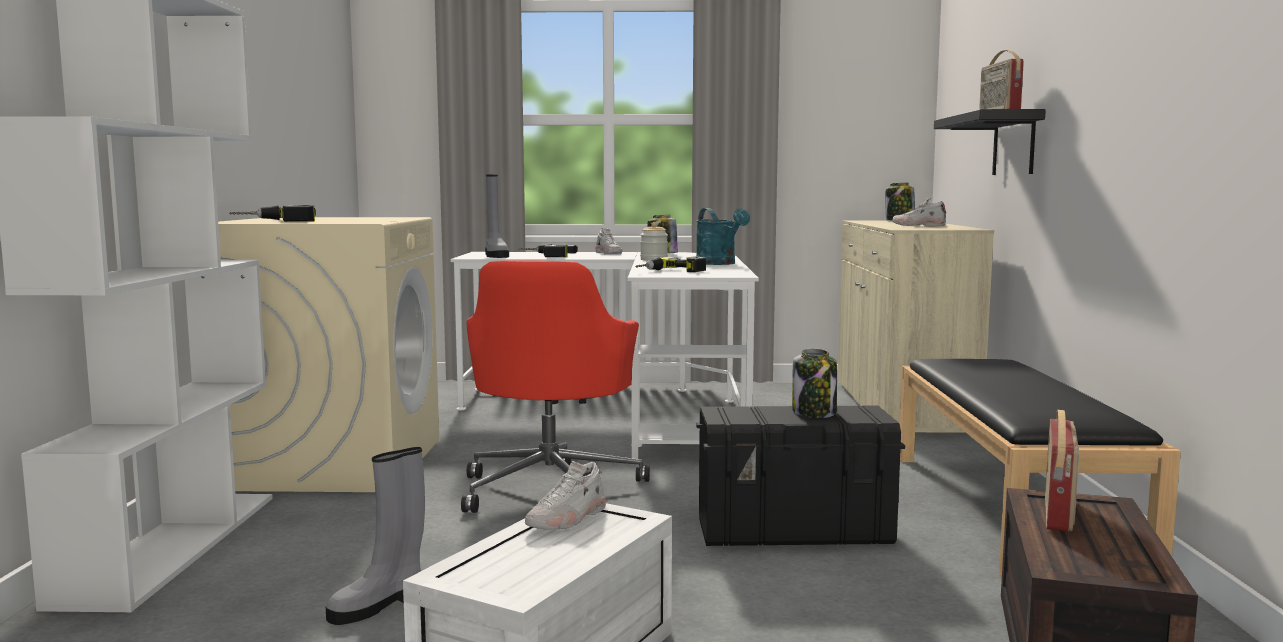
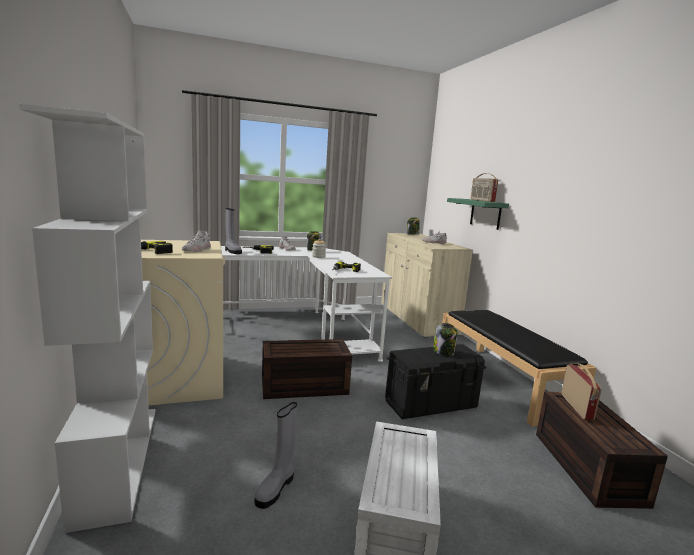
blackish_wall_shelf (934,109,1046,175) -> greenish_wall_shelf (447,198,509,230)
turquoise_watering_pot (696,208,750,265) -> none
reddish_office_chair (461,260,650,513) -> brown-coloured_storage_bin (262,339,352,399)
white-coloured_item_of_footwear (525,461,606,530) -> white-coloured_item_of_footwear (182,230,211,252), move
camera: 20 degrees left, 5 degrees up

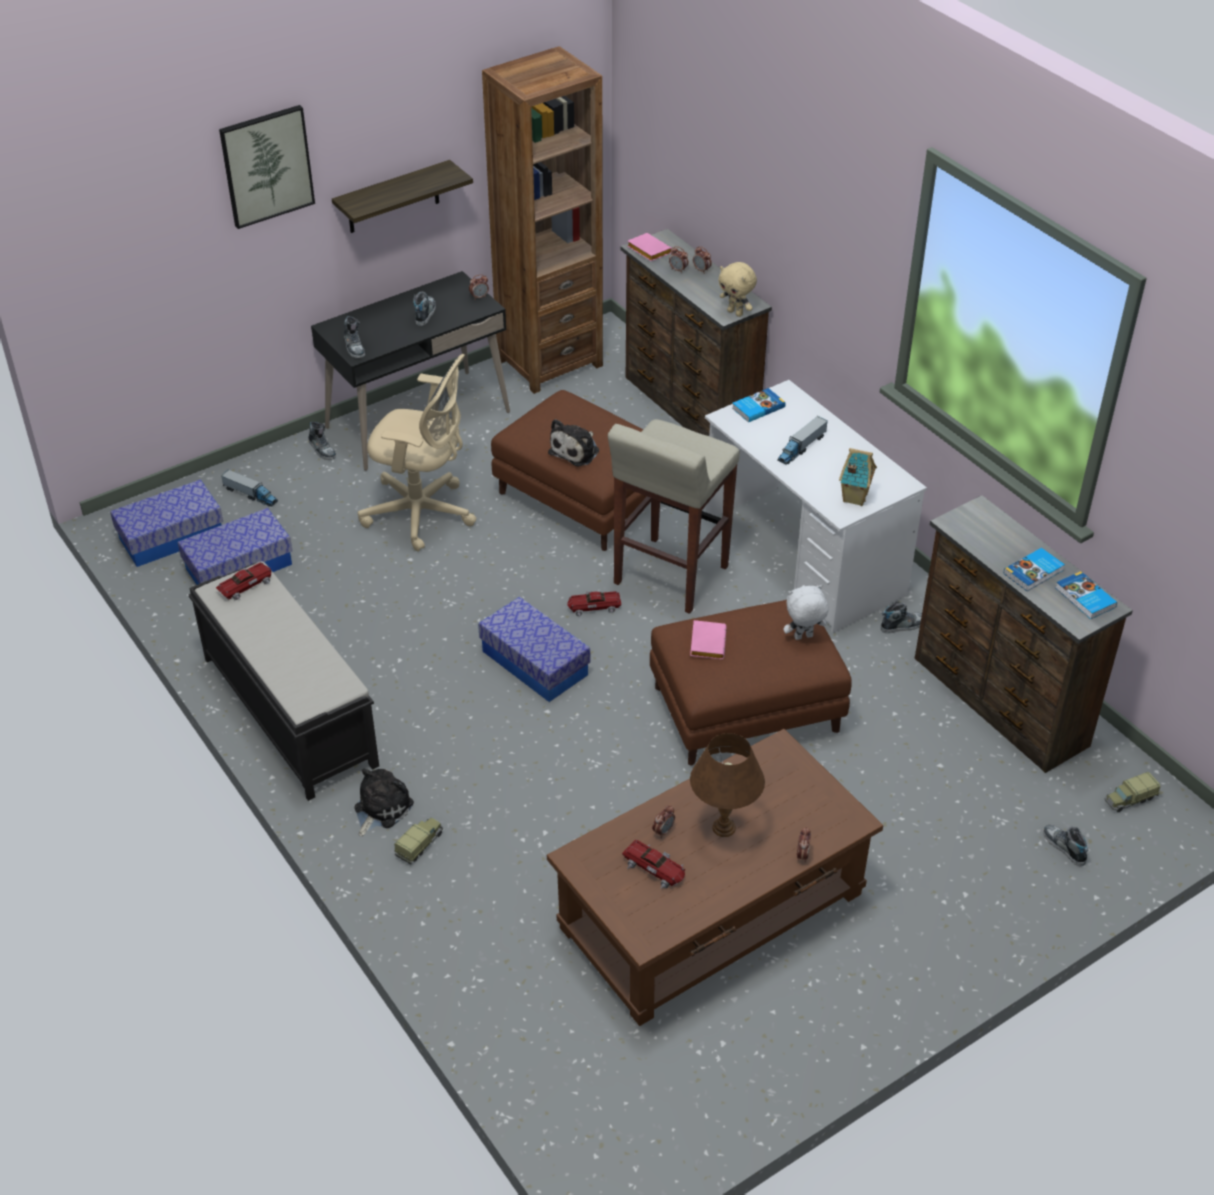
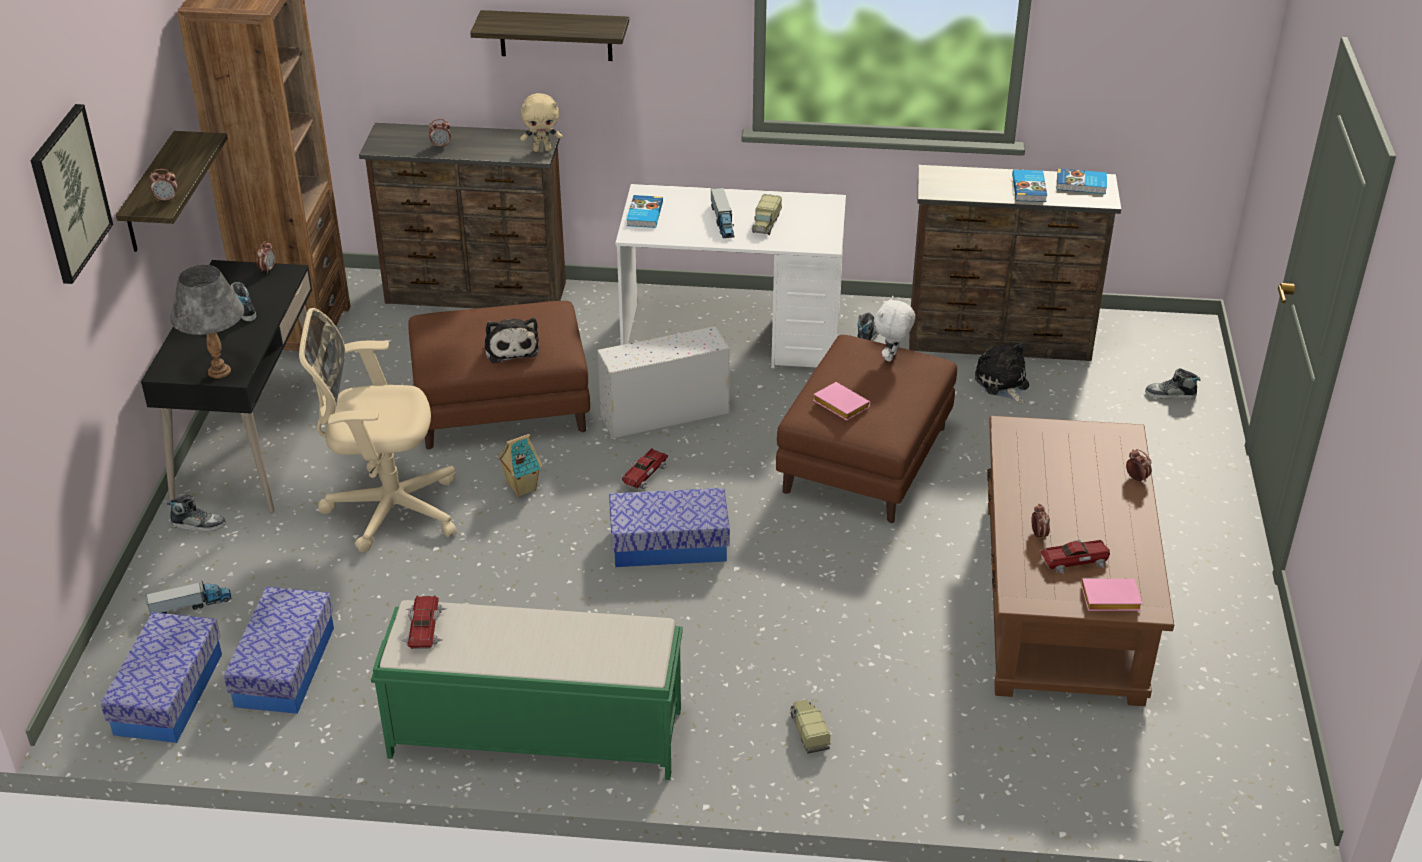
pink_bound_book (627,233,672,261) -> pink_bound_book (1082,578,1142,611), move
alarm_clock (693,246,712,274) -> alarm_clock (150,169,177,202), move
item_of_footwear (344,316,365,358) -> greyish_tabletop_lamp (170,265,244,378)
beige_office_chair (358,354,477,552) -> beige_office_chair (299,308,457,552), 150 degrees counterclockwise
beige_sitting_stool (608,419,740,614) -> white-coloured_storage_bin (598,326,730,439)
toy_house (839,448,877,506) -> toy_house (498,434,542,497), move
blackish_bench (188,561,379,801) -> greenish_bench (371,600,683,780)
brown-coloured_tabletop_lamp (690,733,765,837) -> none
cuddly_toy (354,769,414,837) -> cuddly_toy (975,342,1029,404), move
toy_truck (1105,772,1161,812) -> toy_truck (752,194,782,235), move
none -> wall_shelf (470,10,629,61)
camera: 50 degrees left, 5 degrees down

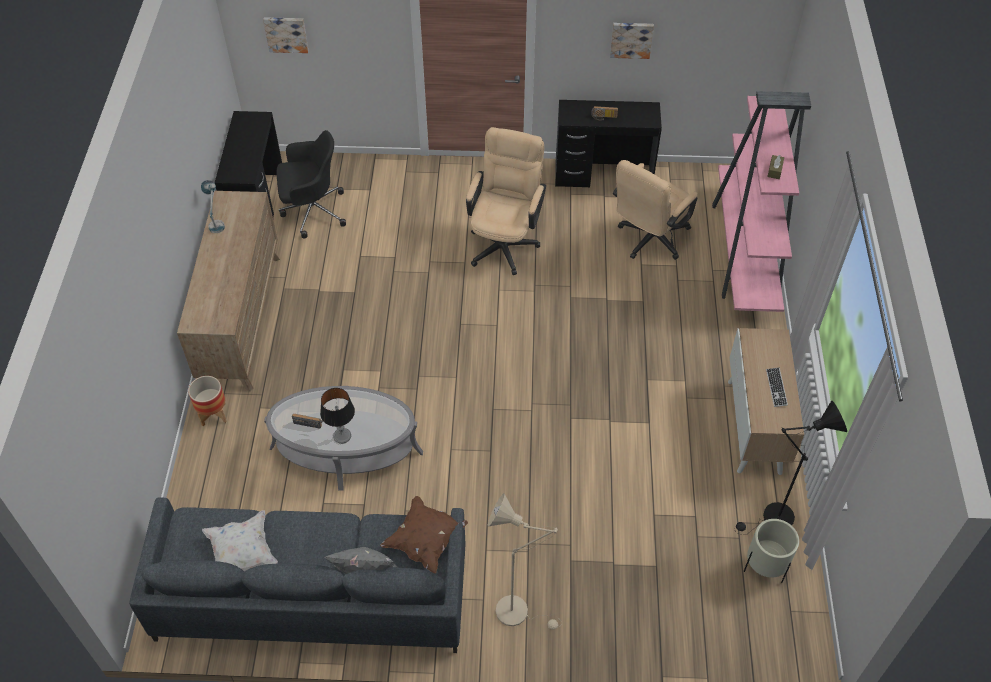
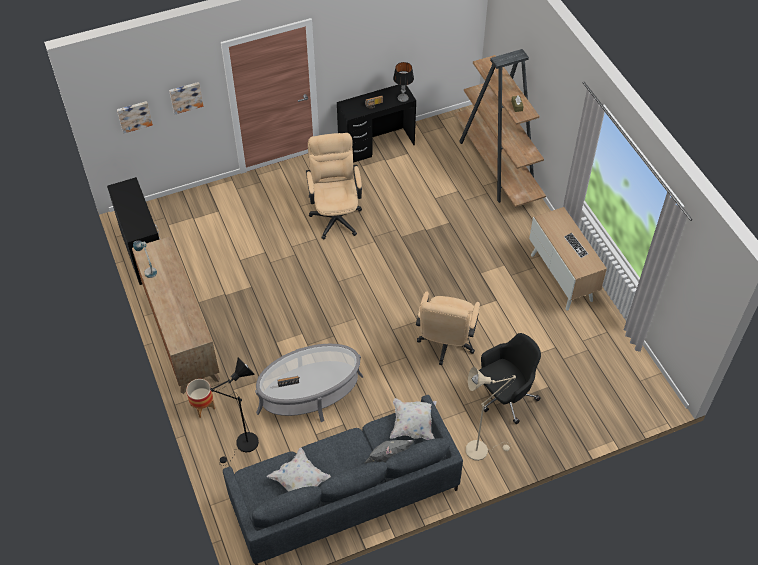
picture (610,23,654,59) -> picture (169,82,203,114), move
pink_shelving_unit (712,91,811,312) -> brown-coloured_shelving_unit (454,49,546,207)
blackish_office_chair (276,130,346,238) -> blackish_office_chair (479,333,541,424), move
beige_office_chair (613,160,698,260) -> beige_office_chair (416,291,480,365), move
tabletop_lamp (320,388,355,444) -> tabletop_lamp (393,62,414,102), move
blackish_standard_lamp (734,400,847,535) -> blackish_standard_lamp (210,358,259,466), move
brown-coloured_throw_pillow (380,496,468,574) -> white-coloured_throw_pillow (390,398,437,440)
beige_plant_pot (744,519,799,583) -> none
camera: 25 degrees left, 0 degrees up

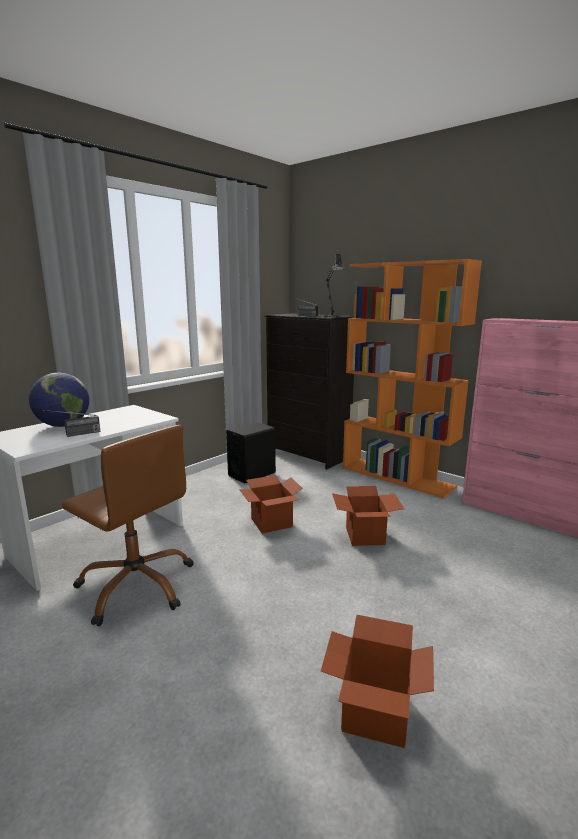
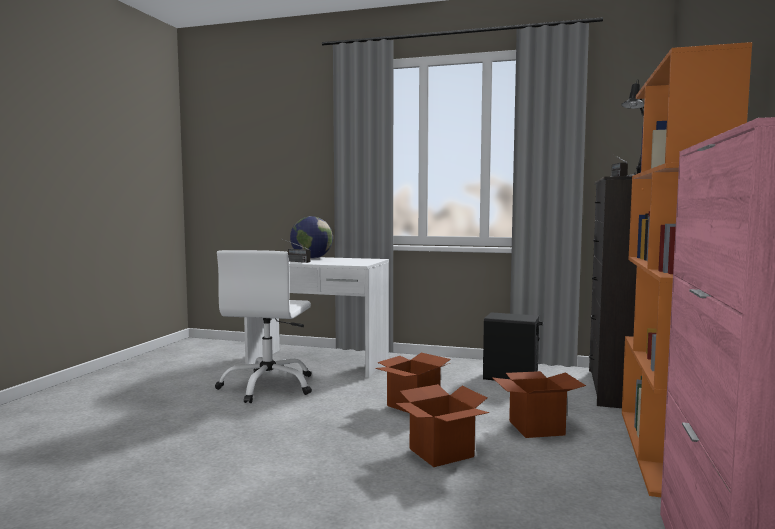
brown-coloured_office_chair (62,425,194,626) -> white-coloured_office_chair (215,250,312,403)
cardboard_box (321,615,434,748) -> cardboard_box (493,371,586,438), move
camera: 65 degrees right, 10 degrees down

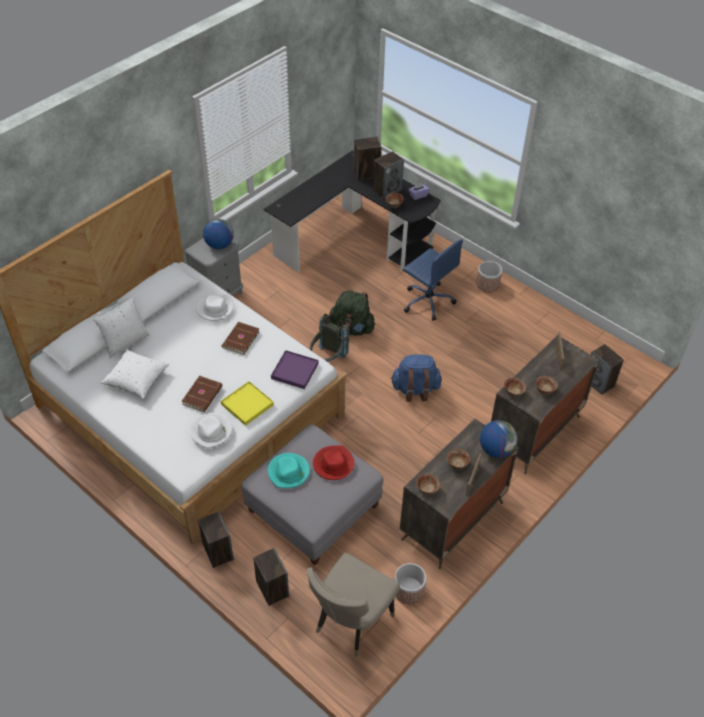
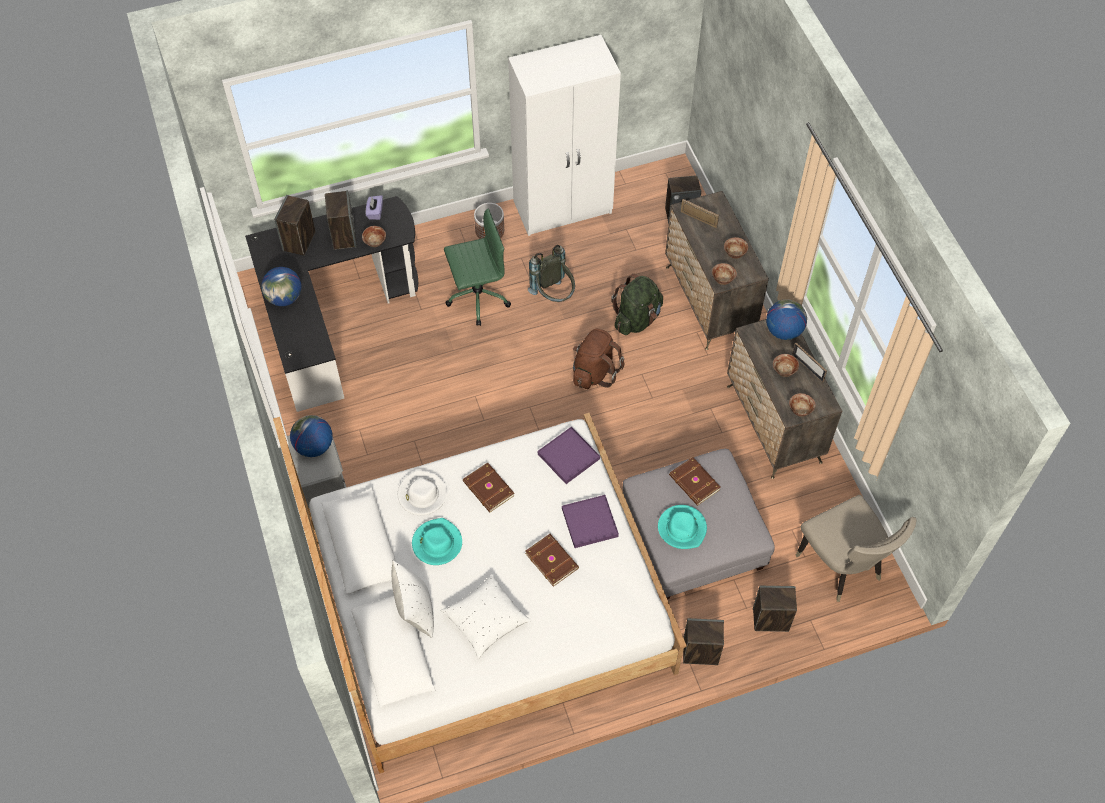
bluish_office_chair (403,239,463,321) -> greenish_office_chair (444,208,511,326)
greenish_backpack (329,290,376,336) -> greenish_backpack (611,274,663,335), move
greyish_backpack (310,314,349,362) -> greyish_backpack (528,245,575,302), move
bluish_backpack (391,355,442,402) -> brown-coloured_backpack (573,328,624,389)
yellowish_tray (221,381,274,426) -> purple_tray (562,495,619,548)
white-coloured_hat (190,413,232,449) -> none
reddish_hat (313,445,354,480) -> brown-coloured_bound_book (669,457,721,506)
plant_pot (395,563,426,604) -> none
none -> white-coloured_wardrobe (508,35,621,236)
none -> globe (261,267,302,306)
none -> turquoise_hat (412,518,462,565)
camera: 60 degrees left, 10 degrees up

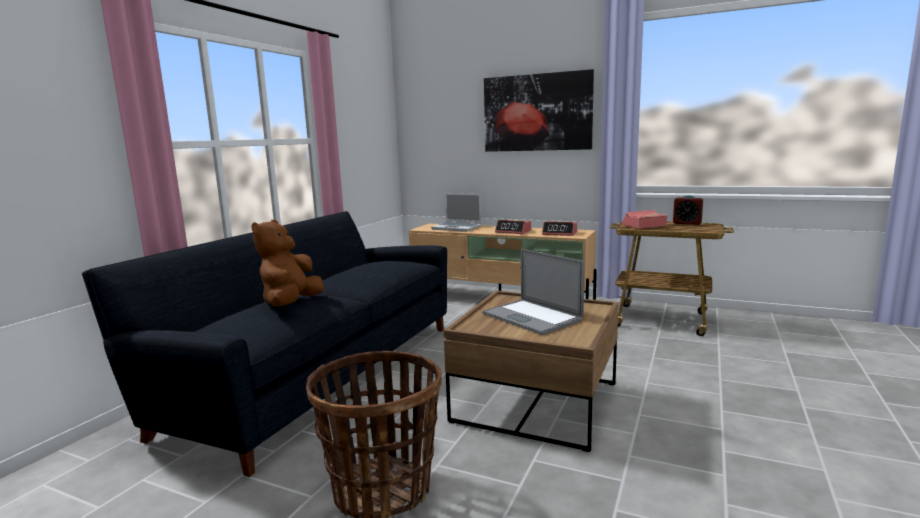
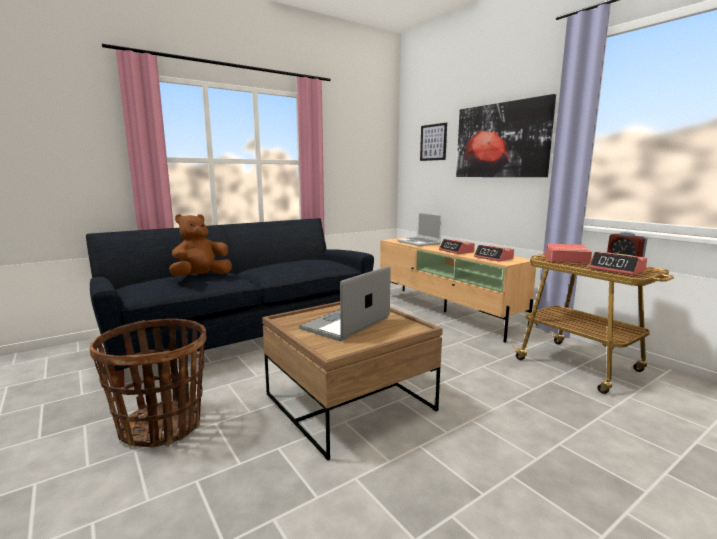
laptop (482,249,585,335) -> laptop (299,266,391,341), 45 degrees clockwise
none -> picture (420,123,447,161)
none -> alarm_clock (589,252,647,275)
camera: 30 degrees right, 0 degrees up

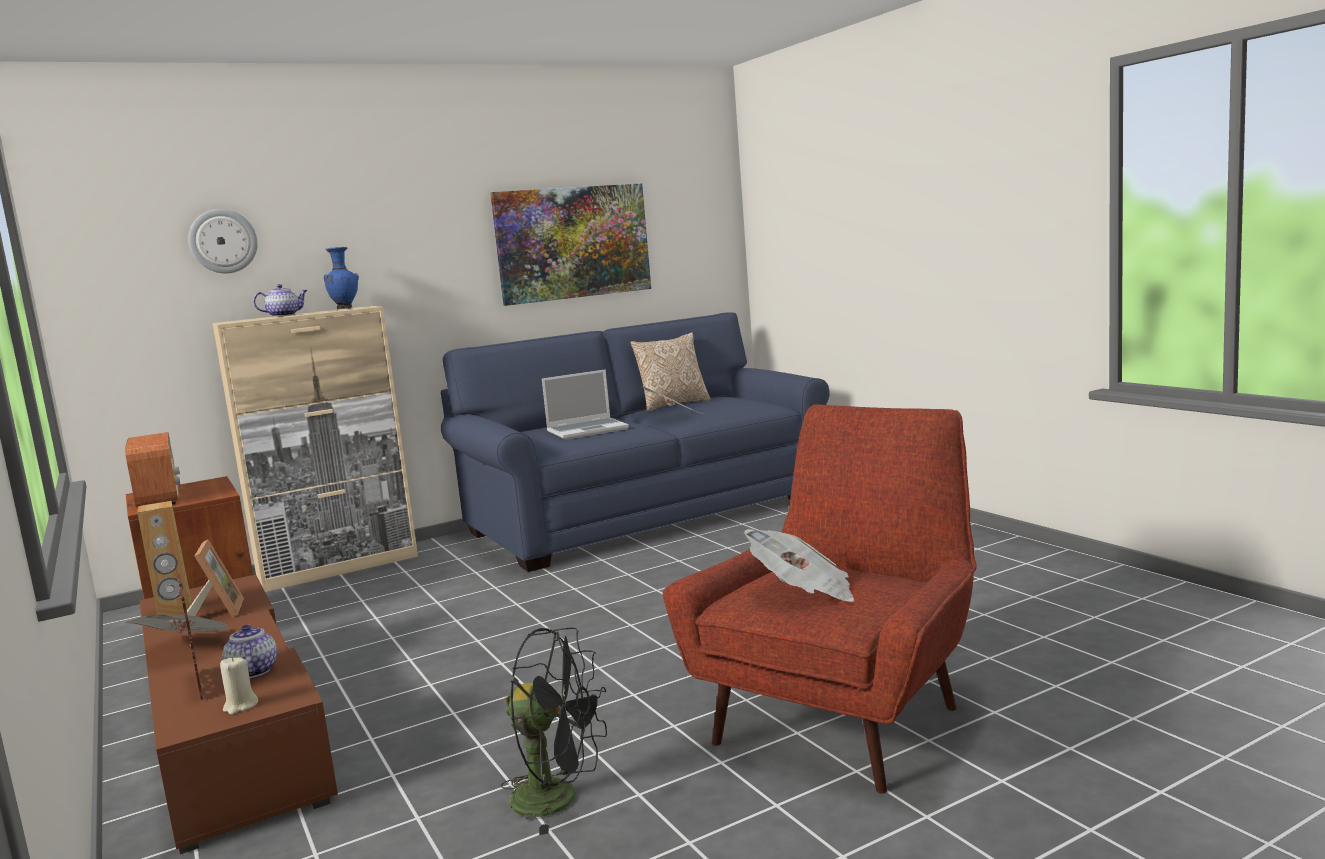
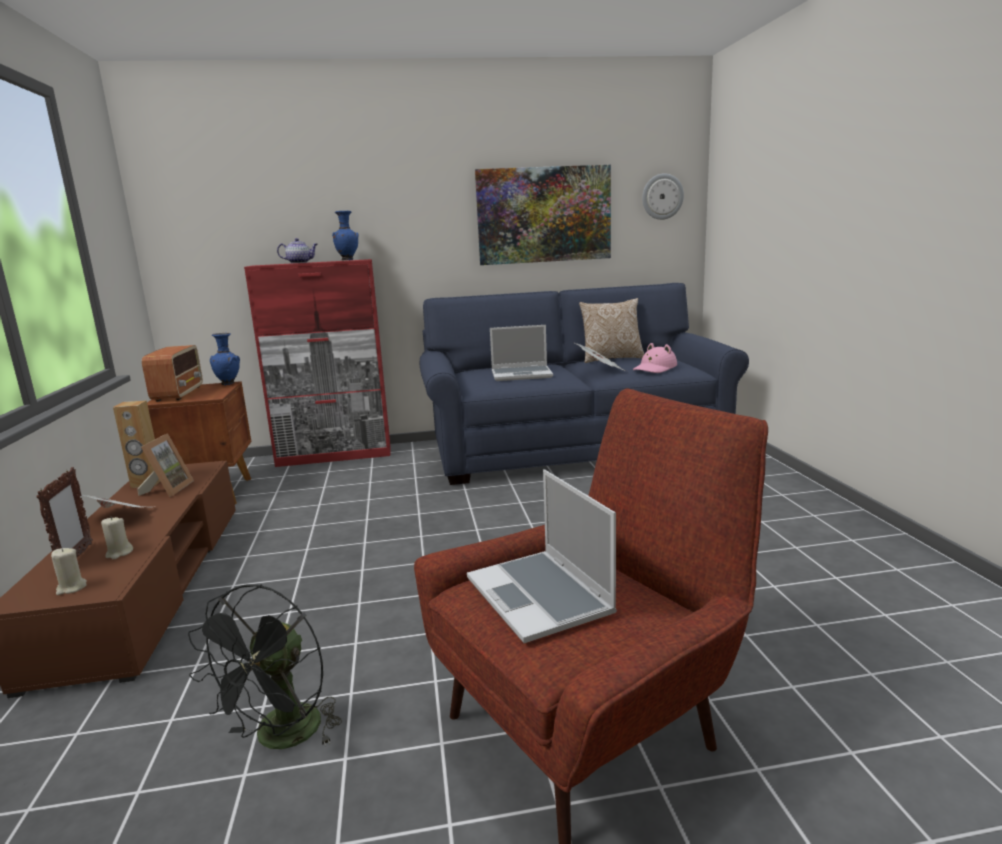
hanging_clock (188,209,258,273) -> hanging_clock (642,173,684,220), move
beige_cupboard (212,306,418,592) -> reddish_cupboard (244,259,390,467)
daily_paper (744,529,854,602) -> laptop (467,470,617,643)
teapot (222,624,277,678) -> beige_candle (101,517,133,559)
blackish_cooling_fan (501,627,607,835) -> blackish_cooling_fan (188,584,342,749), 75 degrees clockwise
none -> bluish_vase (210,333,240,386)
none -> pink_hat (633,343,677,373)
camera: 20 degrees right, 5 degrees up

